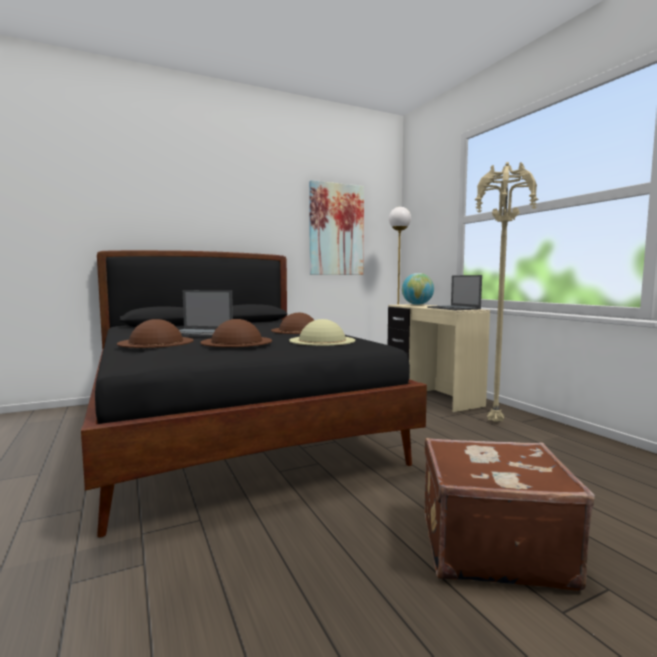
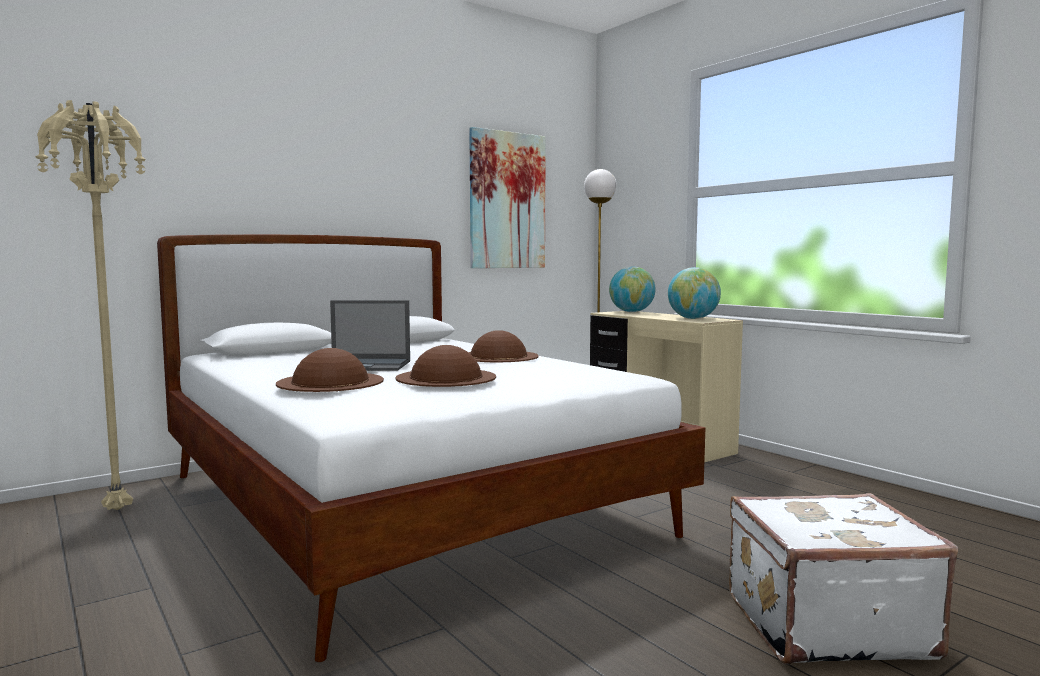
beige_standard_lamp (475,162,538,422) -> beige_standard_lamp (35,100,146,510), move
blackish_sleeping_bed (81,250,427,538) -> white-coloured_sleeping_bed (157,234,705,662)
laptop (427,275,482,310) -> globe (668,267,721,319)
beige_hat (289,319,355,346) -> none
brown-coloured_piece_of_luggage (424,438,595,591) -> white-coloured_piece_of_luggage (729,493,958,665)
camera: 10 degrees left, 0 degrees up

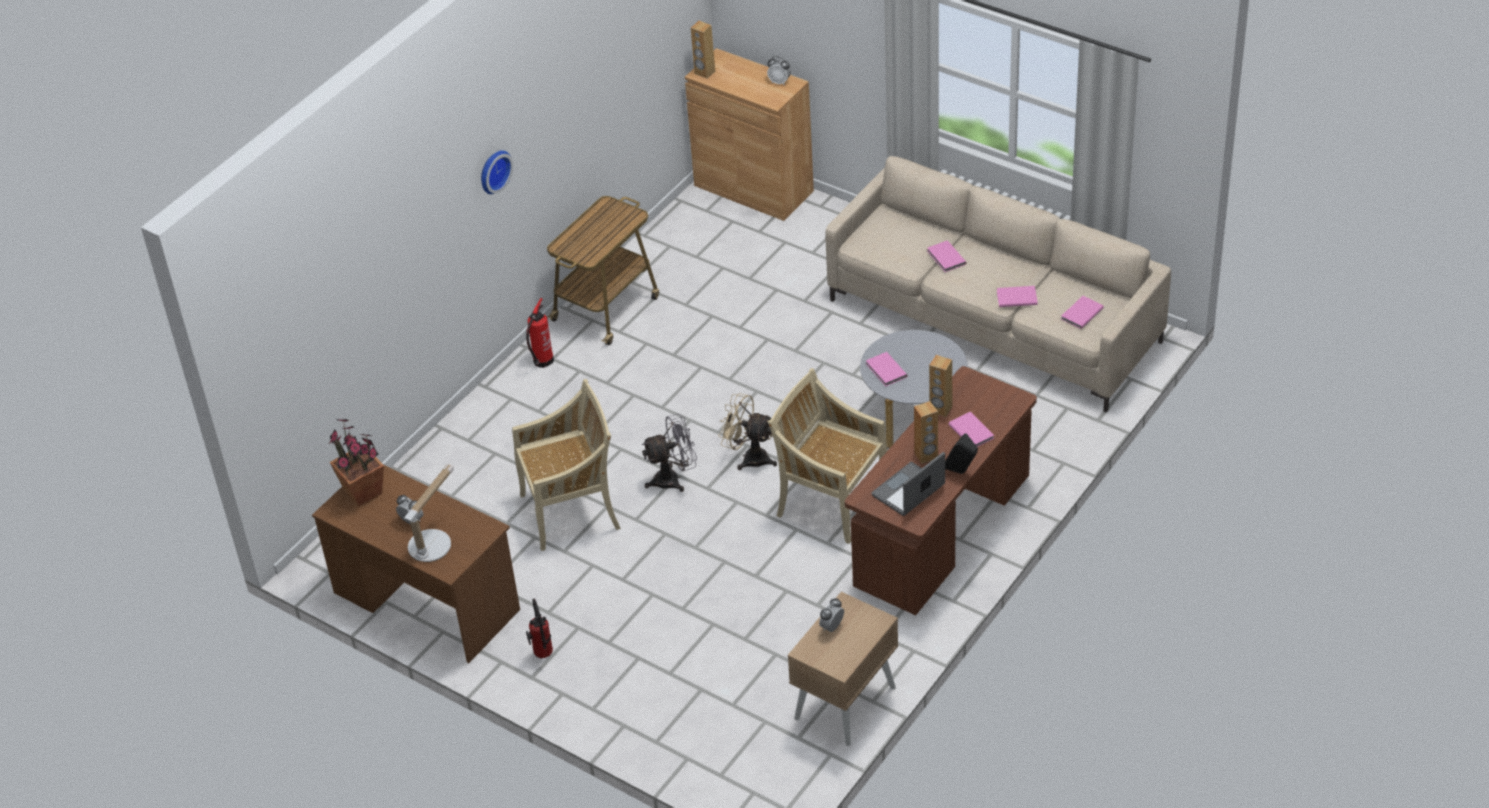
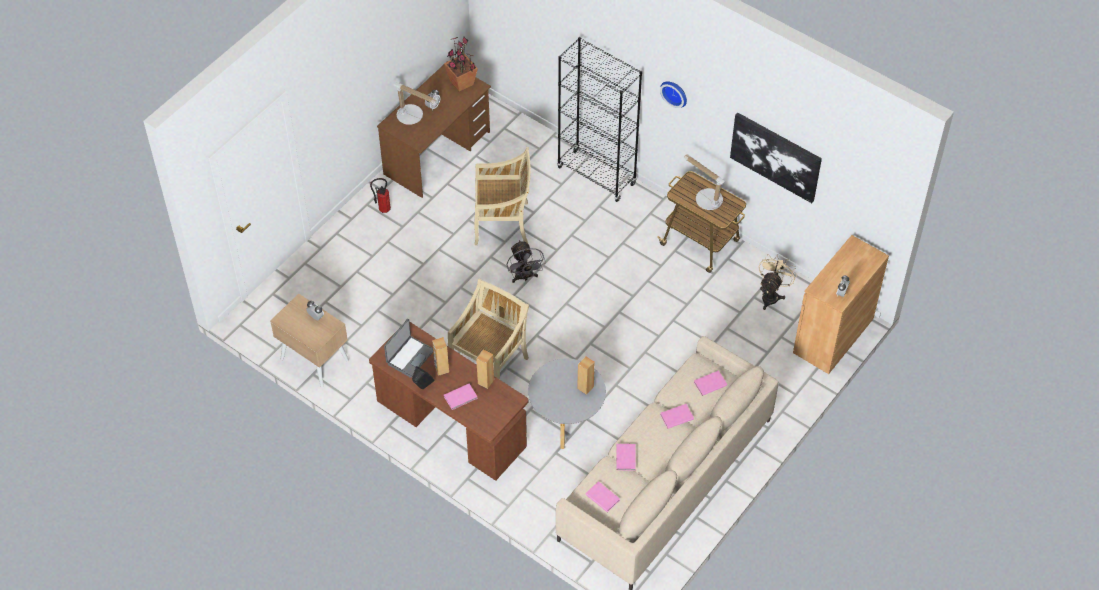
brown-coloured_loudspeaker (691,21,715,78) -> brown-coloured_loudspeaker (577,356,595,395), move
fire-fighting_cylinder (526,298,554,368) -> none
pink_bound_book (866,352,907,386) -> pink_bound_book (694,370,727,396), move
beige_plain_chair (512,379,621,551) -> beige_plain_chair (474,147,531,245), 75 degrees counterclockwise
beige_cooling_fan (718,393,777,470) -> beige_cooling_fan (759,254,797,310), move
laptop (872,452,945,516) -> laptop (384,319,433,378), 75 degrees clockwise
none -> blackish_shelving_unit (557,37,642,202)
none -> picture (730,112,822,203)
none -> tabletop_lamp (684,154,726,210)
camera: 90 degrees right, 10 degrees up

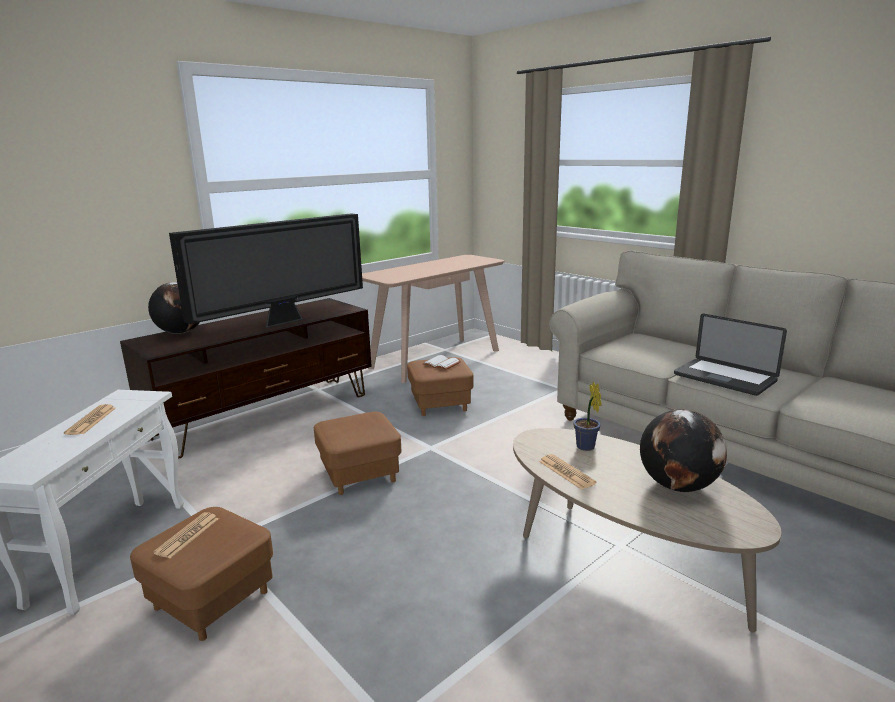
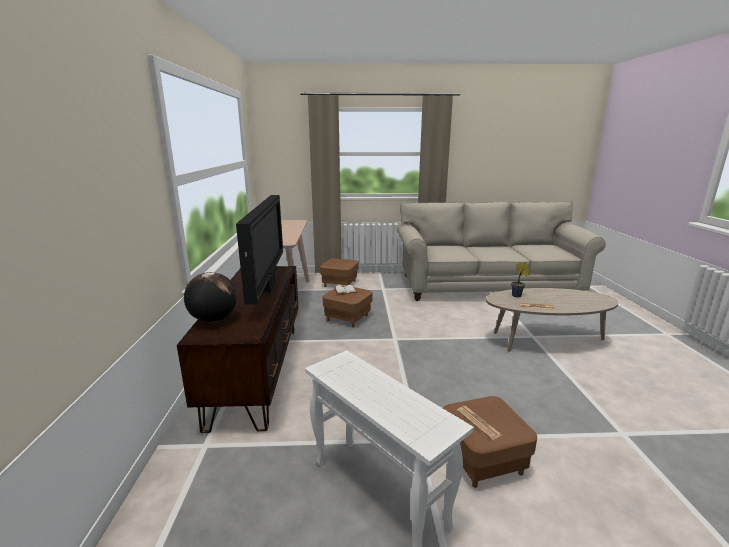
laptop (674,314,787,396) -> none
daily_paper (64,404,116,435) -> none
globe (640,409,727,492) -> none
brown-coloured_pouffe (314,412,401,495) -> brown-coloured_pouffe (320,258,358,287), move
camera: 50 degrees left, 0 degrees up

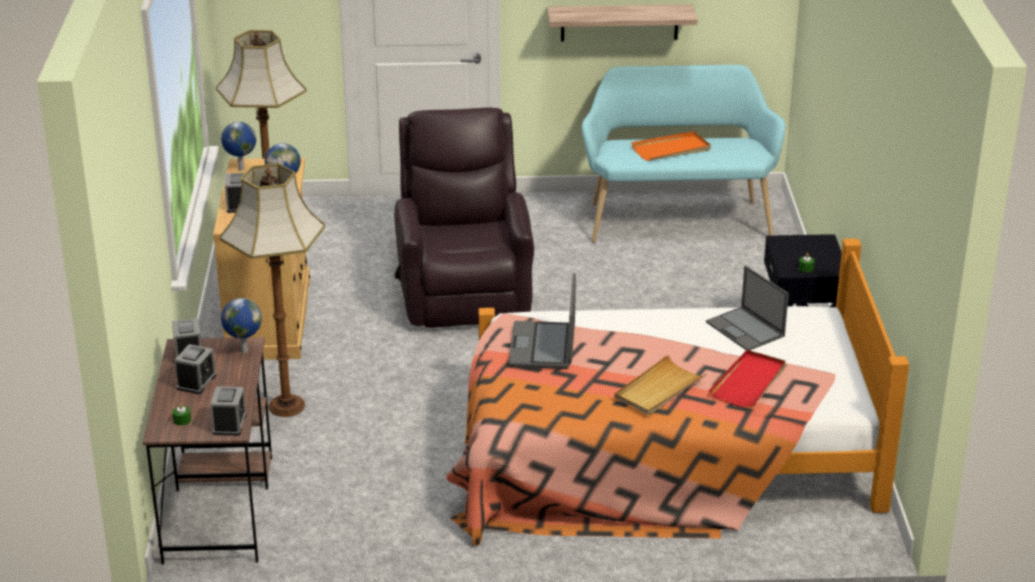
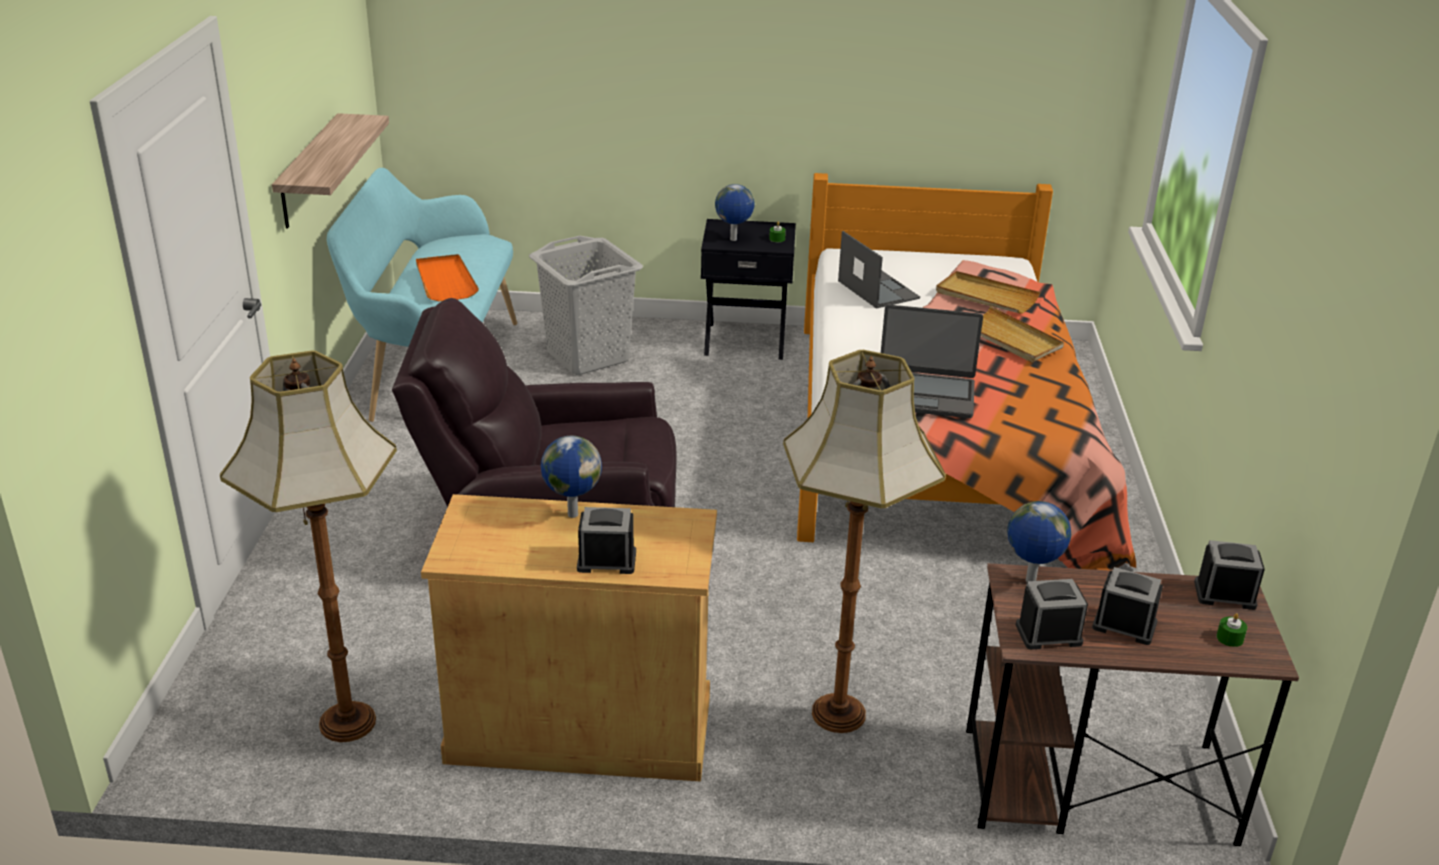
globe (221,122,256,171) -> globe (715,184,755,241), move
laptop (706,266,789,350) -> laptop (838,231,920,309), 90 degrees counterclockwise
reddish_tray (709,350,786,408) -> beige_tray (936,271,1040,314)
none -> greyish_laundry_basket (529,236,643,375)
camera: 85 degrees left, 0 degrees up

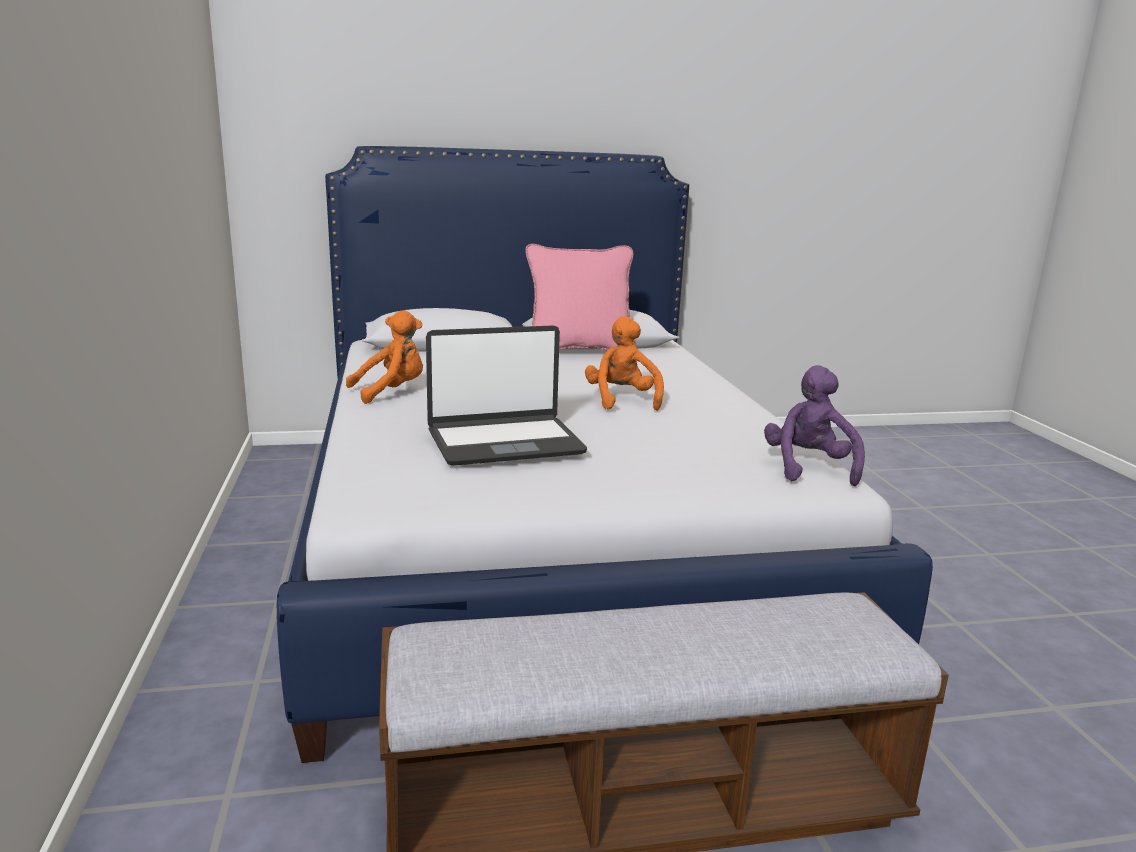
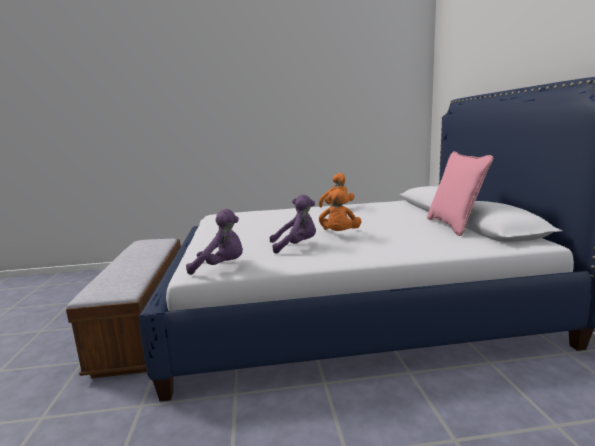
orange_cuddly_toy (585,316,664,411) -> orange_cuddly_toy (319,189,362,231), 105 degrees clockwise
laptop (426,325,587,466) -> none
none -> purple_cuddly_toy (269,194,316,254)
camera: 95 degrees right, 5 degrees down

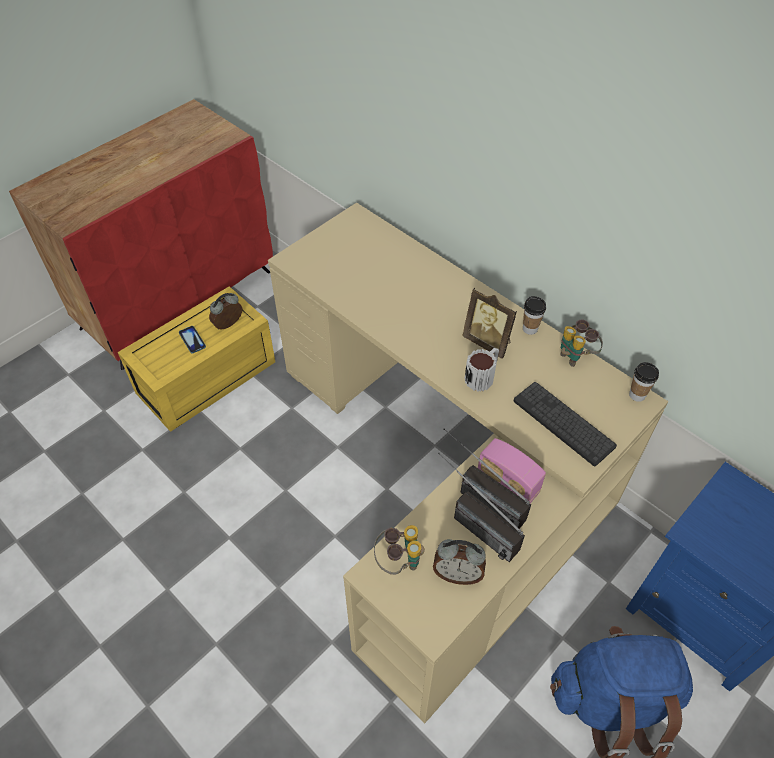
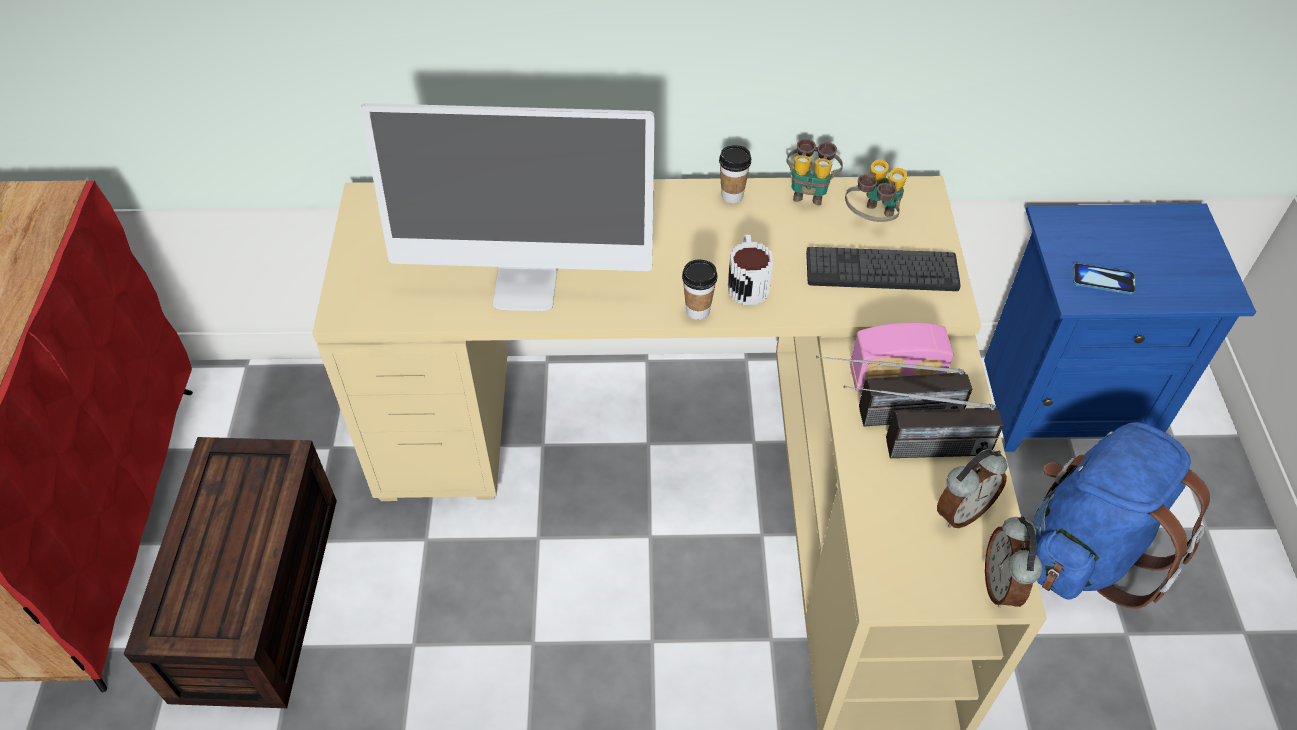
yellowish_storage_bin (118,286,275,432) -> brown-coloured_storage_bin (124,437,337,708)
picture_frame (462,288,517,359) -> none
alarm_clock (209,293,242,329) -> alarm_clock (985,516,1043,608), move
telephone (179,326,206,353) -> telephone (1073,263,1136,294), move
drinking_cup (629,362,659,402) -> drinking_cup (682,260,717,320), move
binoculars (374,525,425,575) -> binoculars (845,160,907,222), move
none -> computer_screen (360,103,655,311)
camera: 45 degrees left, 0 degrees up

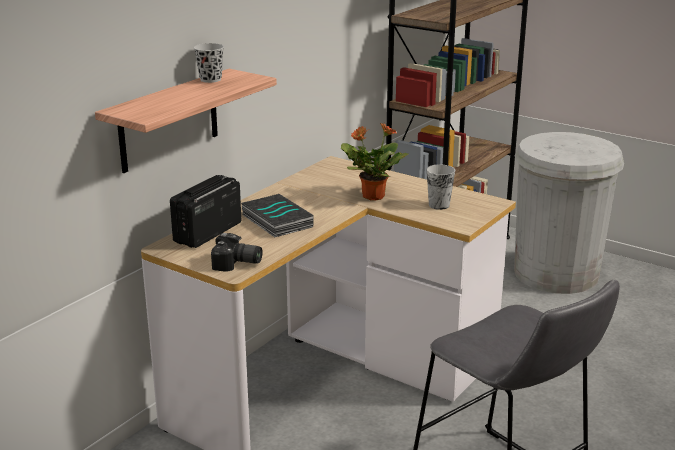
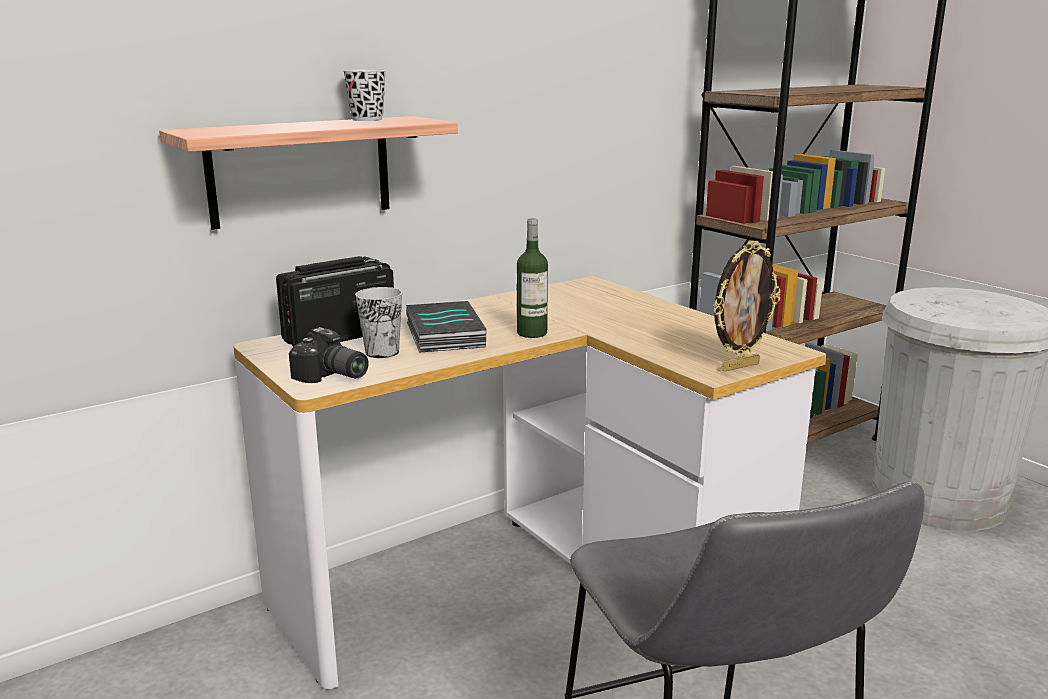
houseplant (341,123,408,201) -> none
drinking_cup (427,165,455,210) -> drinking_cup (355,287,402,358), move
none -> bottle (517,218,548,338)
none -> picture_frame (713,240,781,372)
camera: 20 degrees right, 5 degrees down

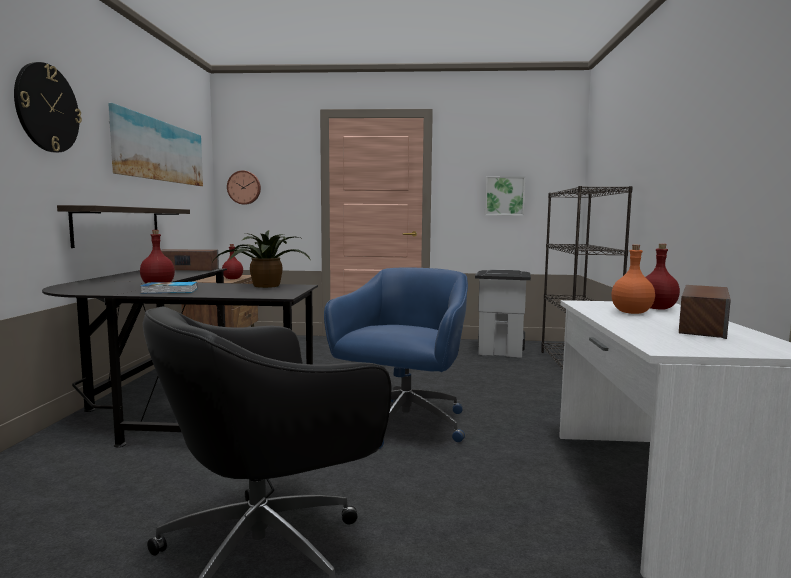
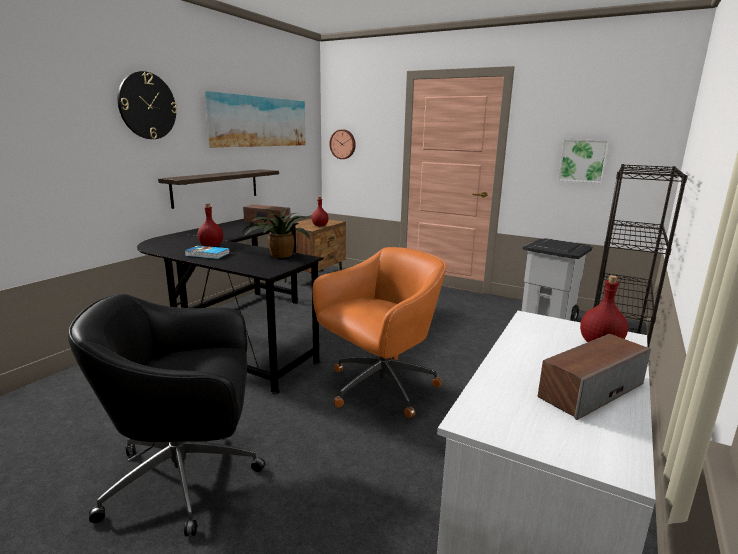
orange_bottle (611,245,655,314) -> none
bluish_office_chair (324,267,468,449) -> orange_office_chair (312,247,446,418)
camera: 25 degrees right, 10 degrees up

